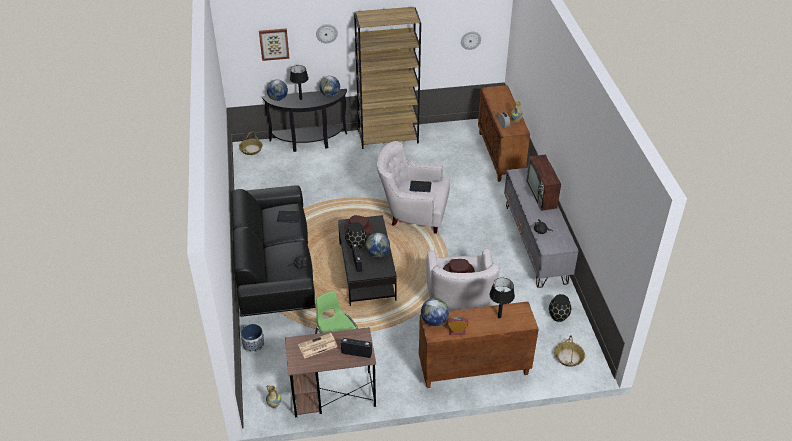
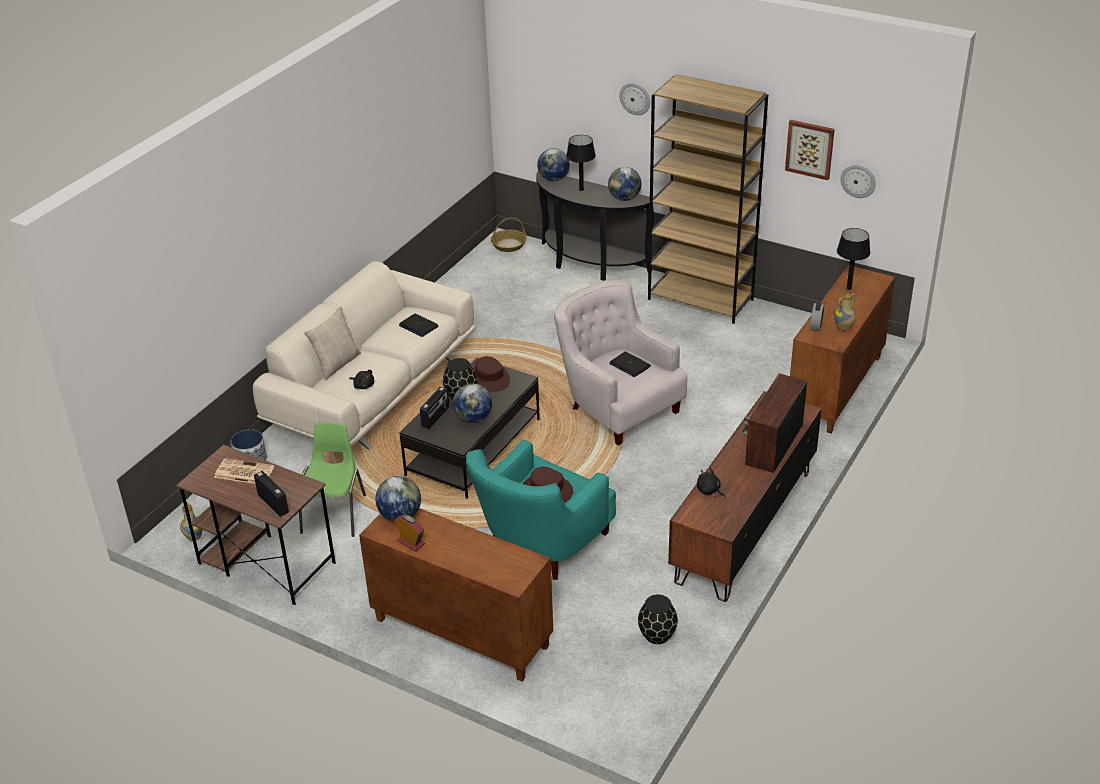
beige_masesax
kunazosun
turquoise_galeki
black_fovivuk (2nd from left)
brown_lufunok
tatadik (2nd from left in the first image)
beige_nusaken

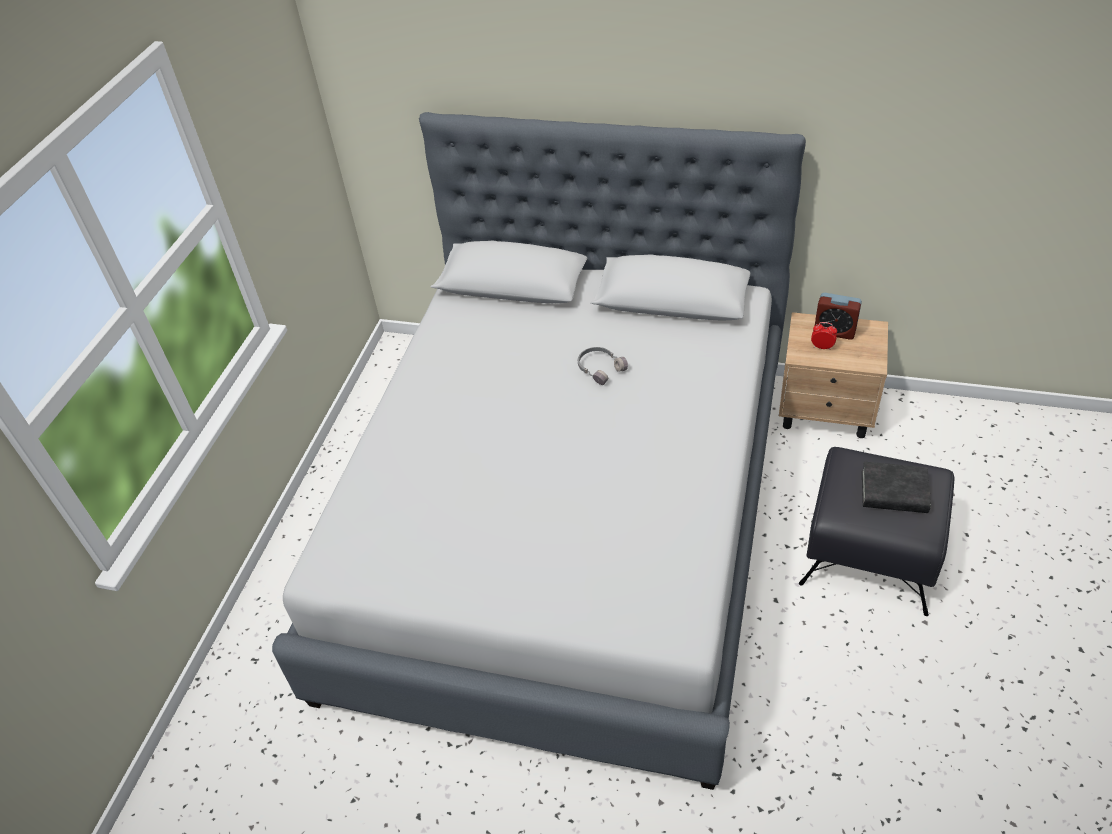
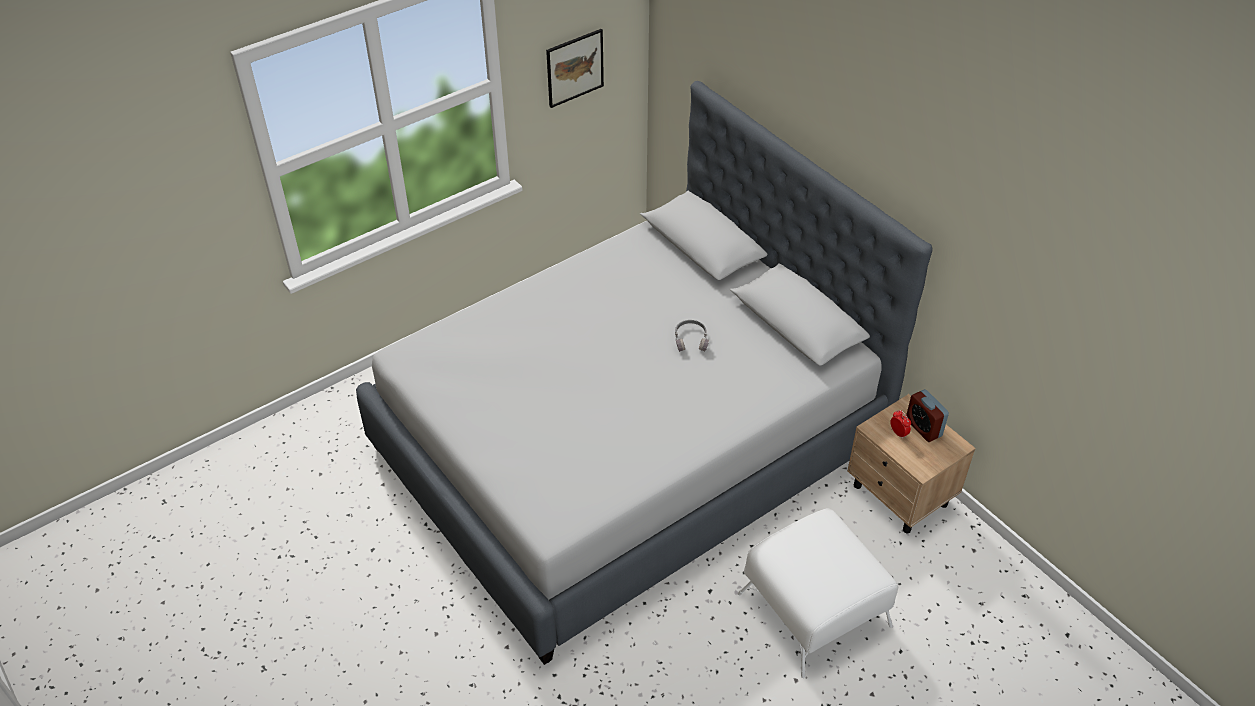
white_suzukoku
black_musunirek
kunazosun

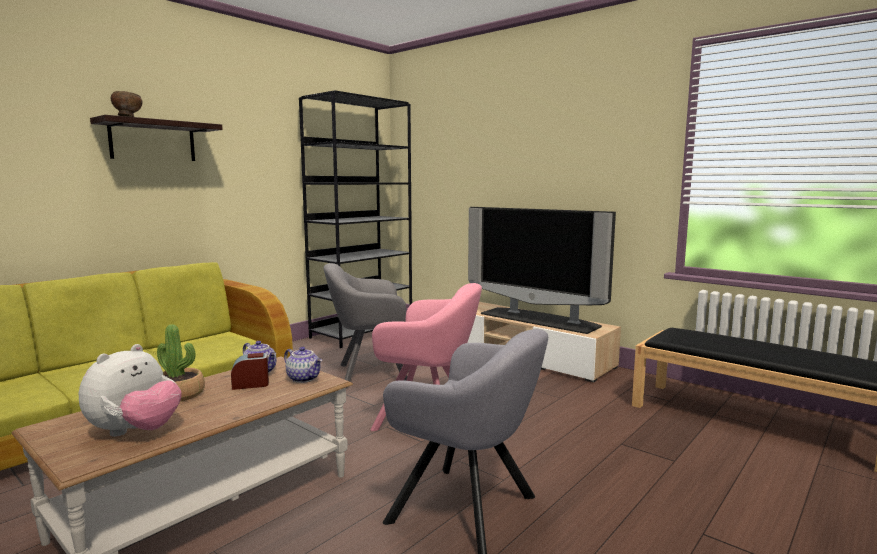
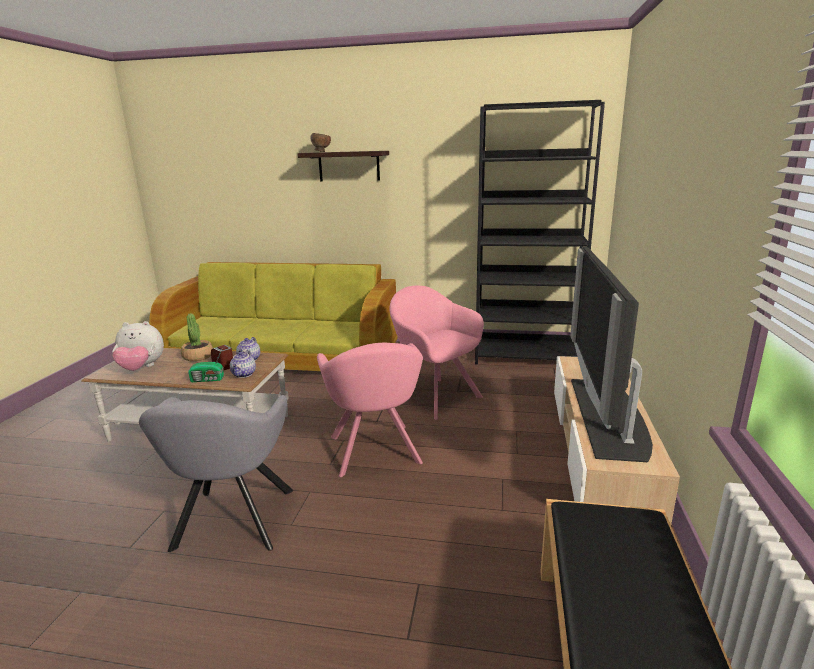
pink_galeki (2nd from left)
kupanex

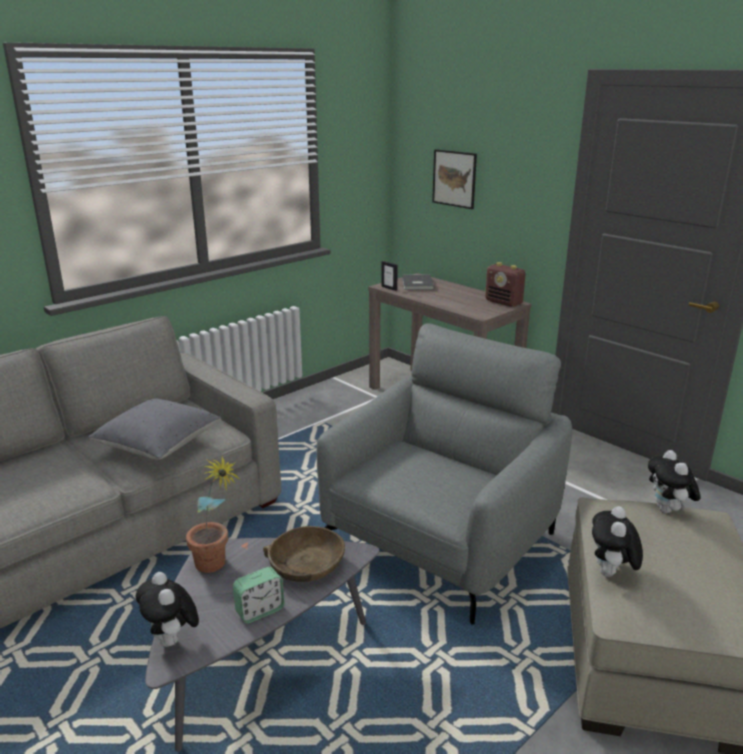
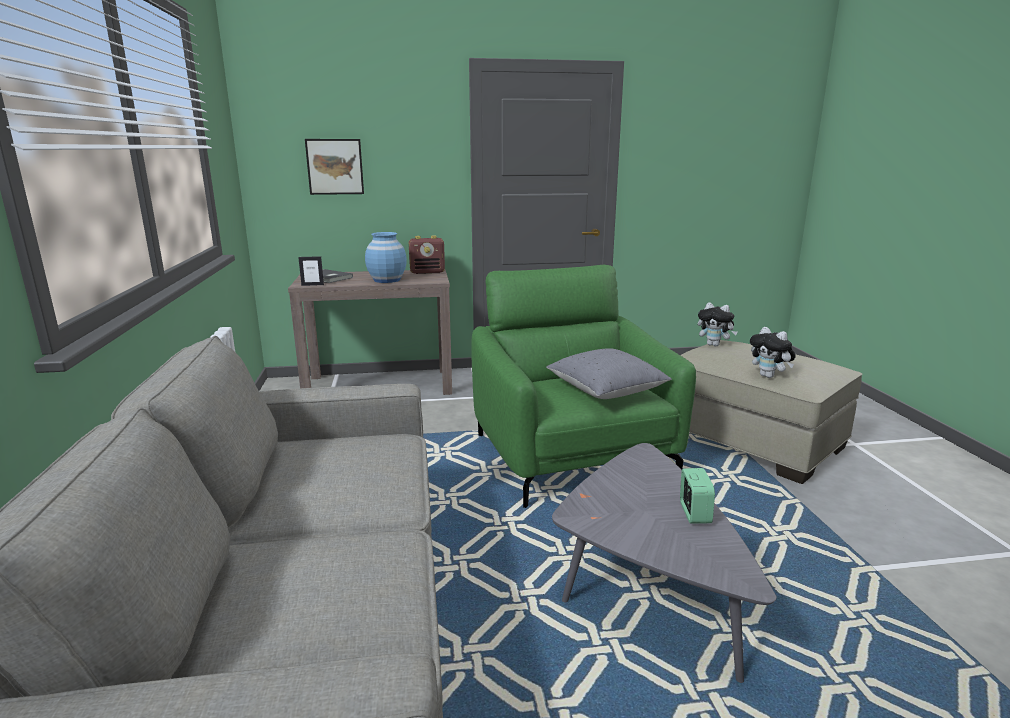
grey_nusaken
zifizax (1st from left in the first image)
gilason
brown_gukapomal
green_galeki
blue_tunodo

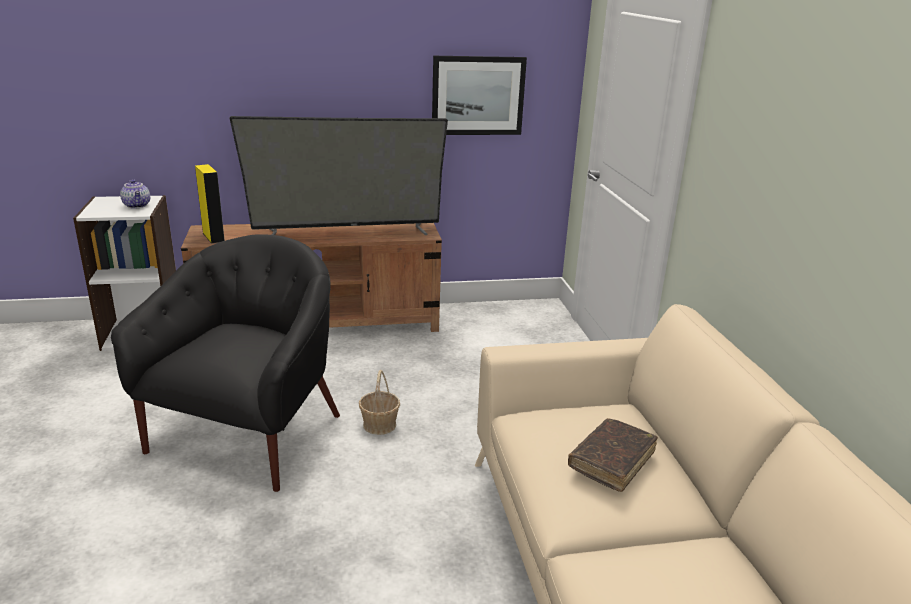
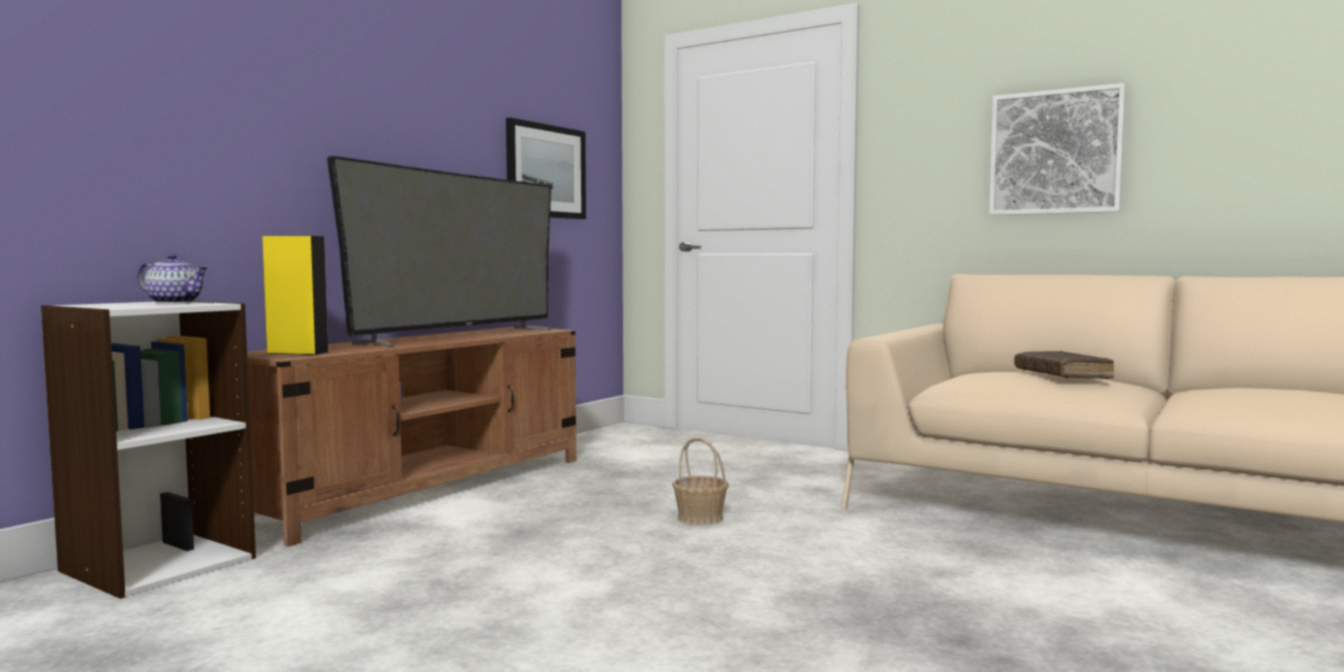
black_galeki
kunazosun (2nd from left)

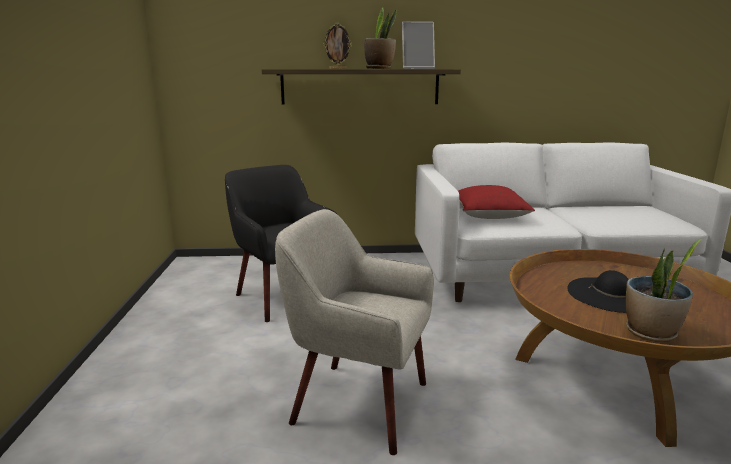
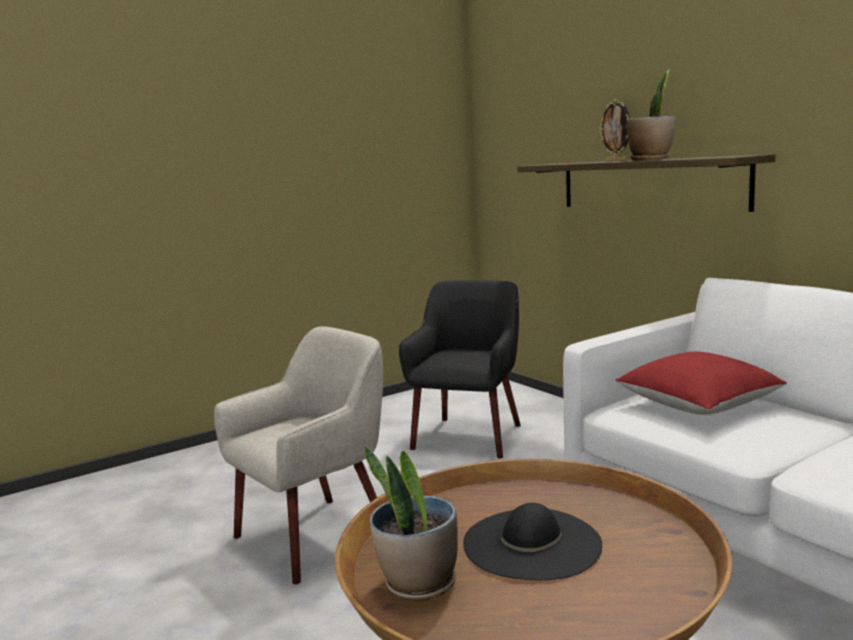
beige_galeki
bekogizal (2nd from left in the first image)

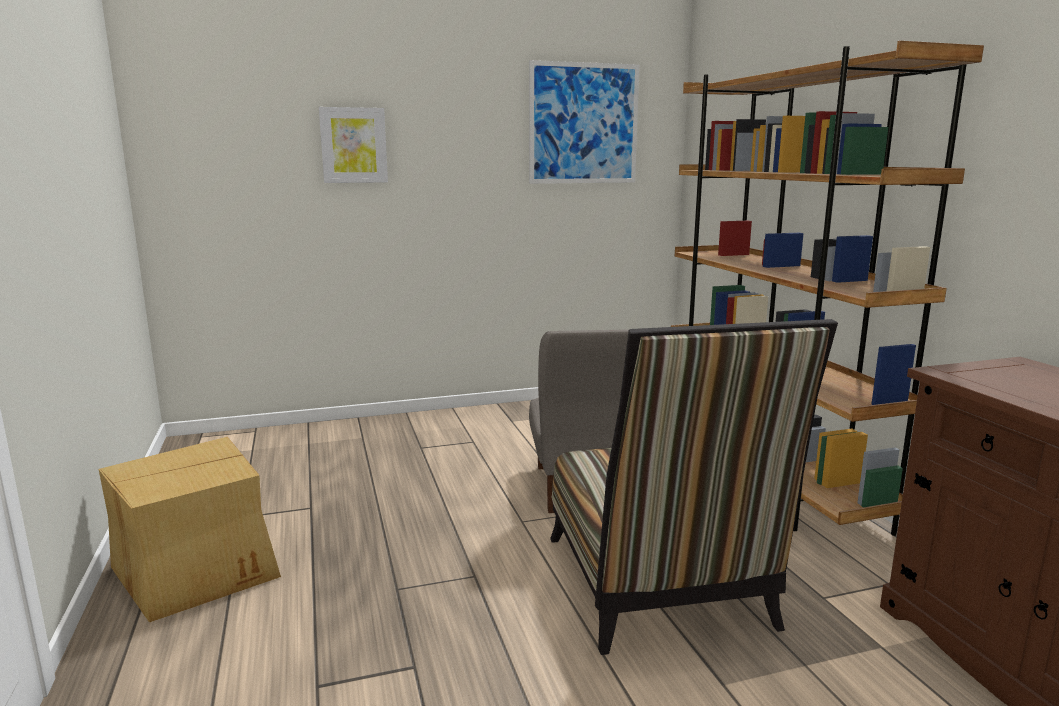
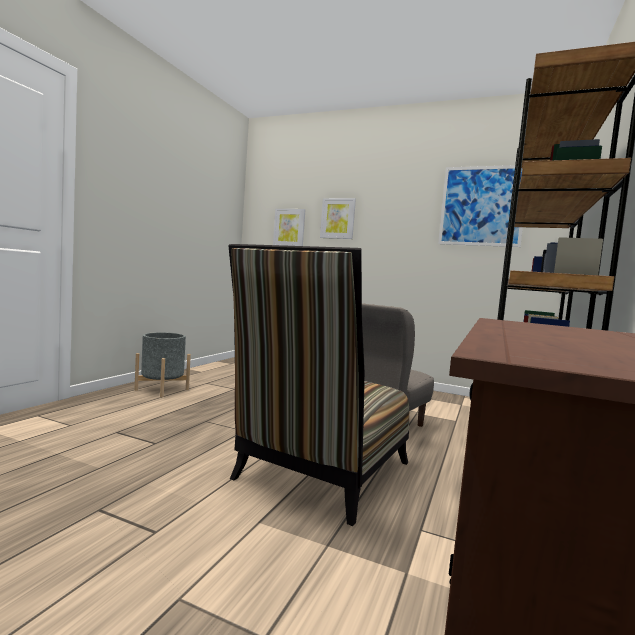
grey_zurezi
kunazosun (1st from left)

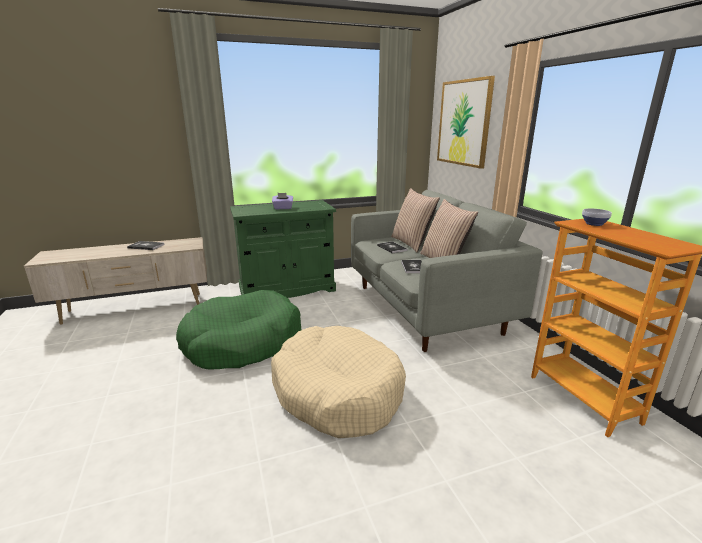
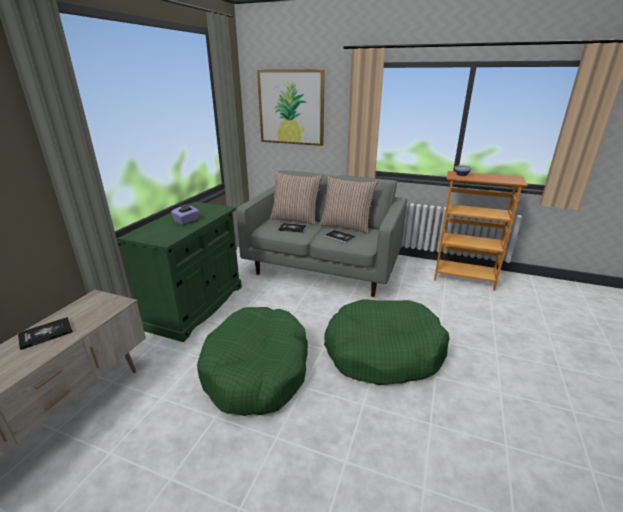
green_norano (2nd from left)

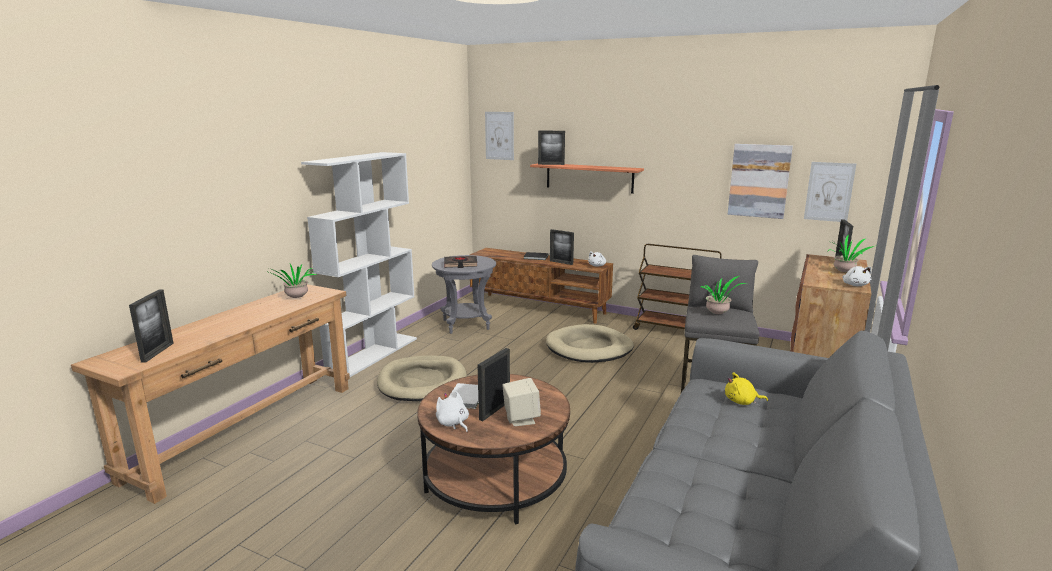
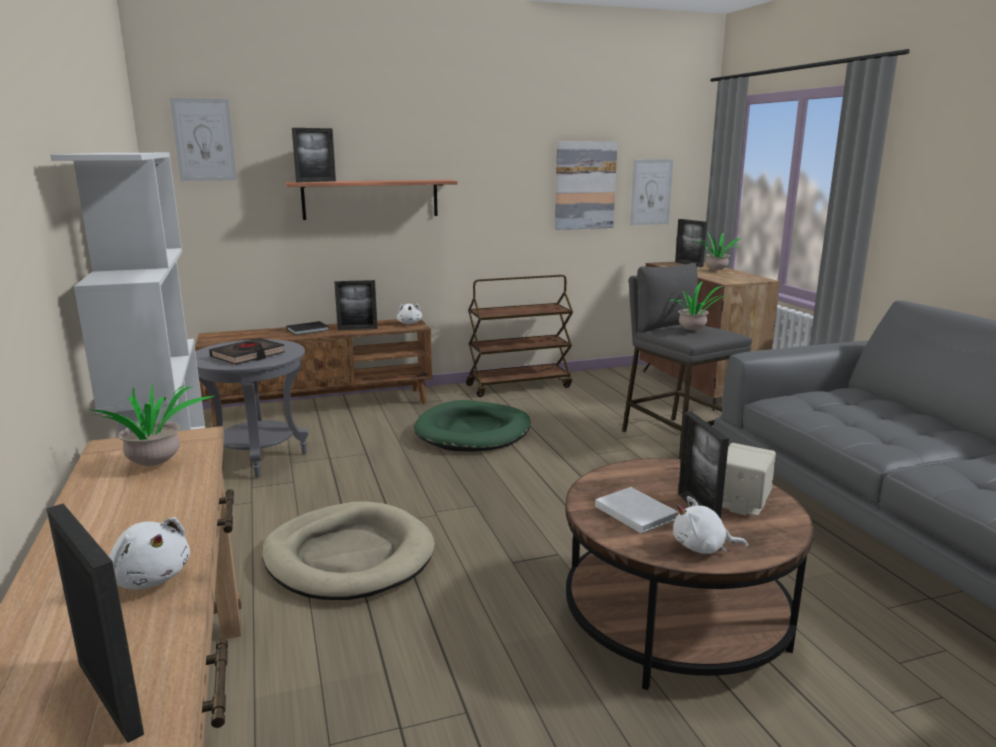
green_norano
yellow_zifizax
white_zifizax (1st from left)

